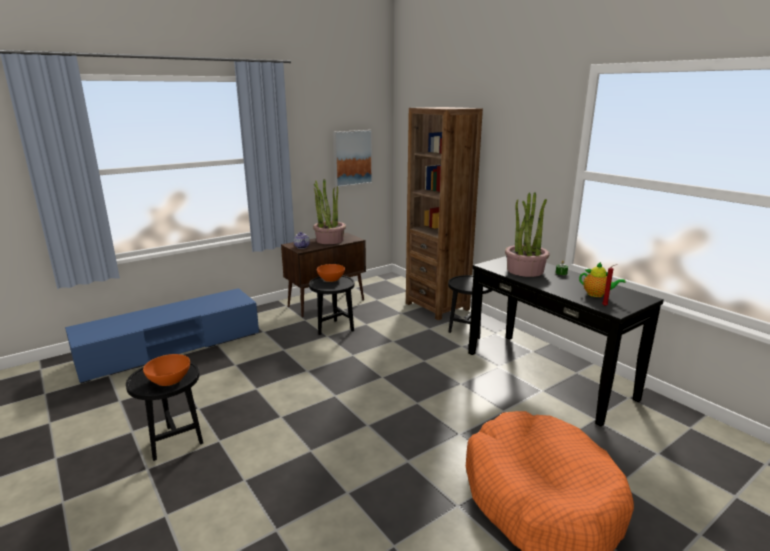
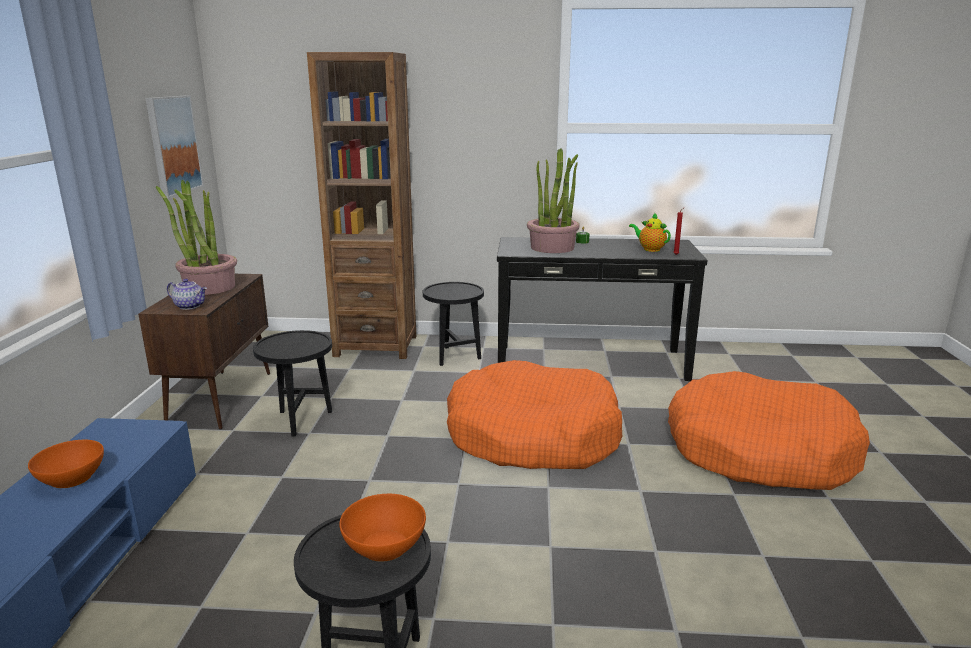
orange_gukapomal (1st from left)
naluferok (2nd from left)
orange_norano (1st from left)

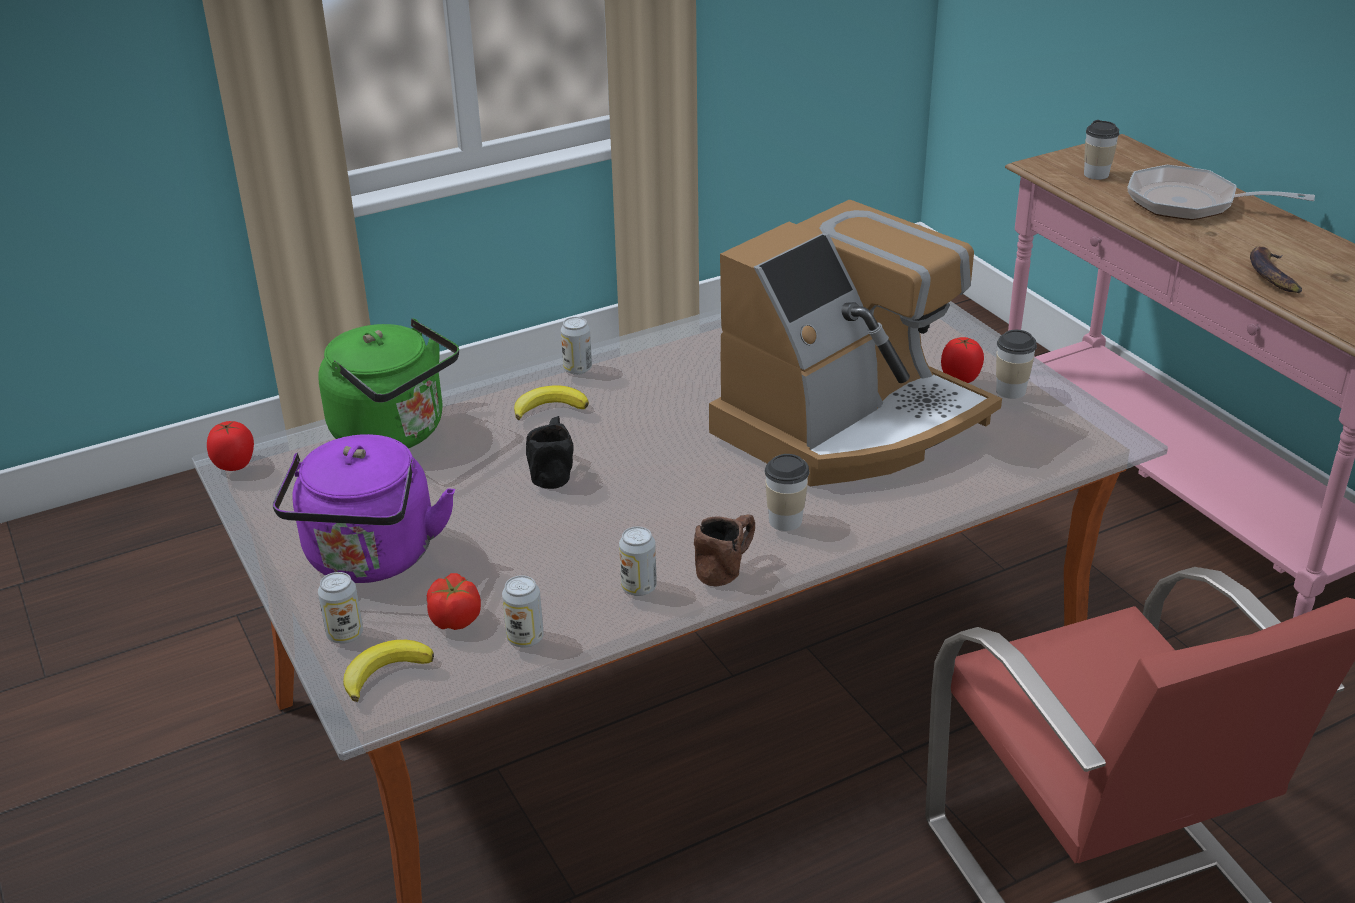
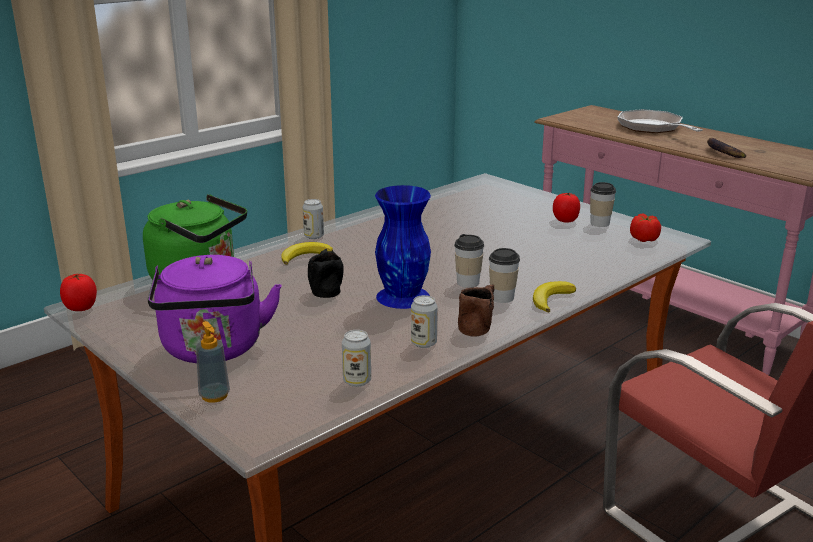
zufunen
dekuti (2nd from left)
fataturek (3rd from left)
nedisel
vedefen (1st from left)
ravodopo
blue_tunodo

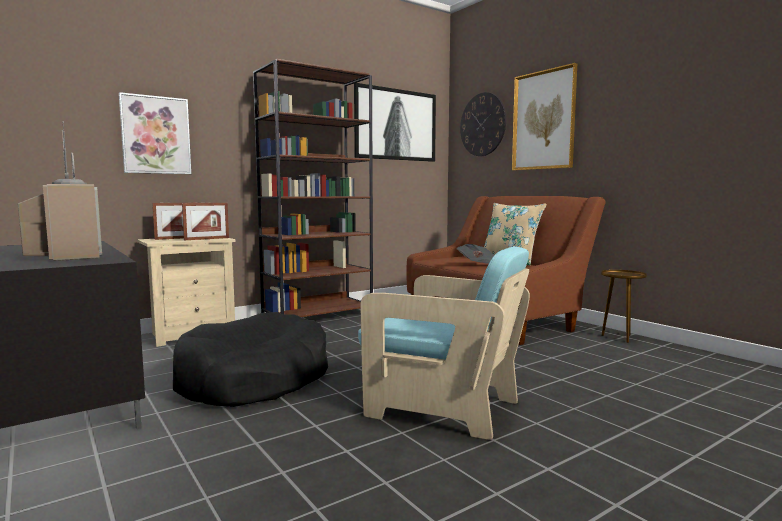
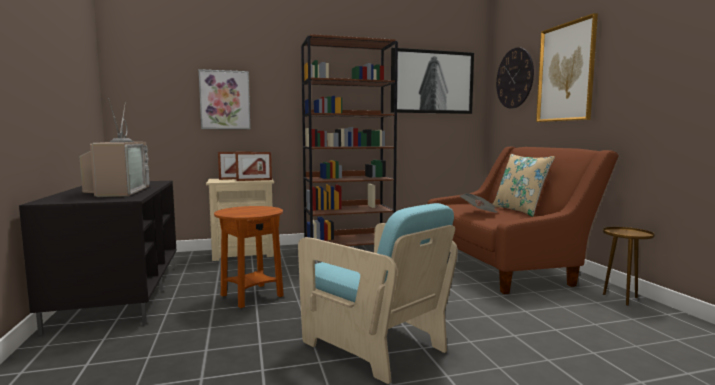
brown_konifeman (1st from left)

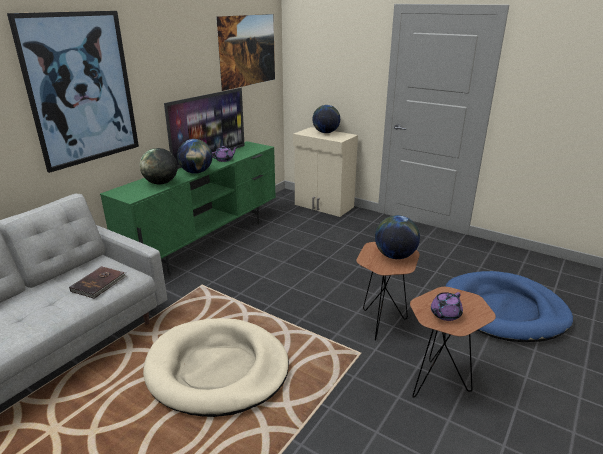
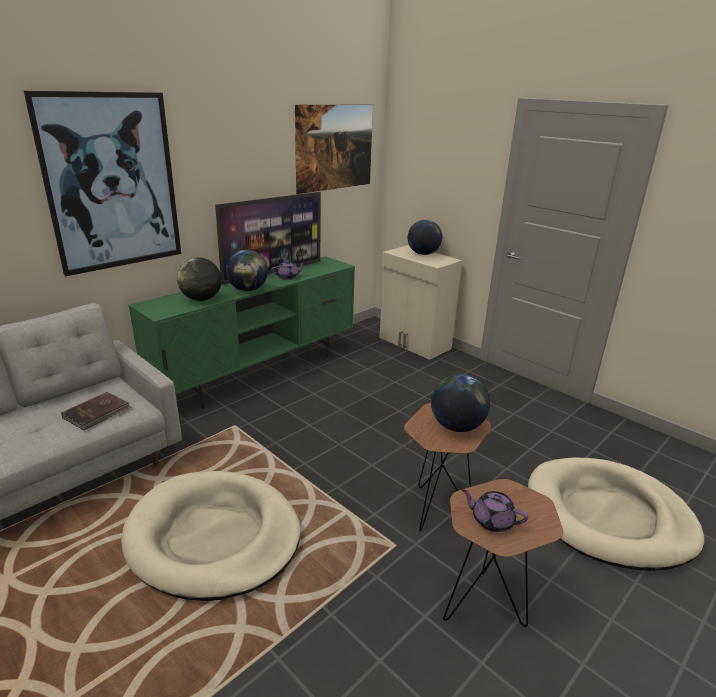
purple_naluferok (2nd from left)
beige_norano (2nd from left)

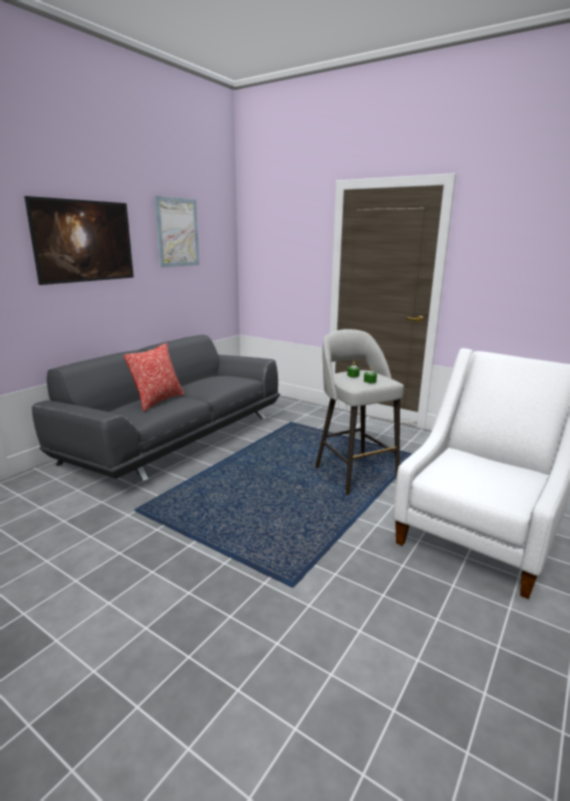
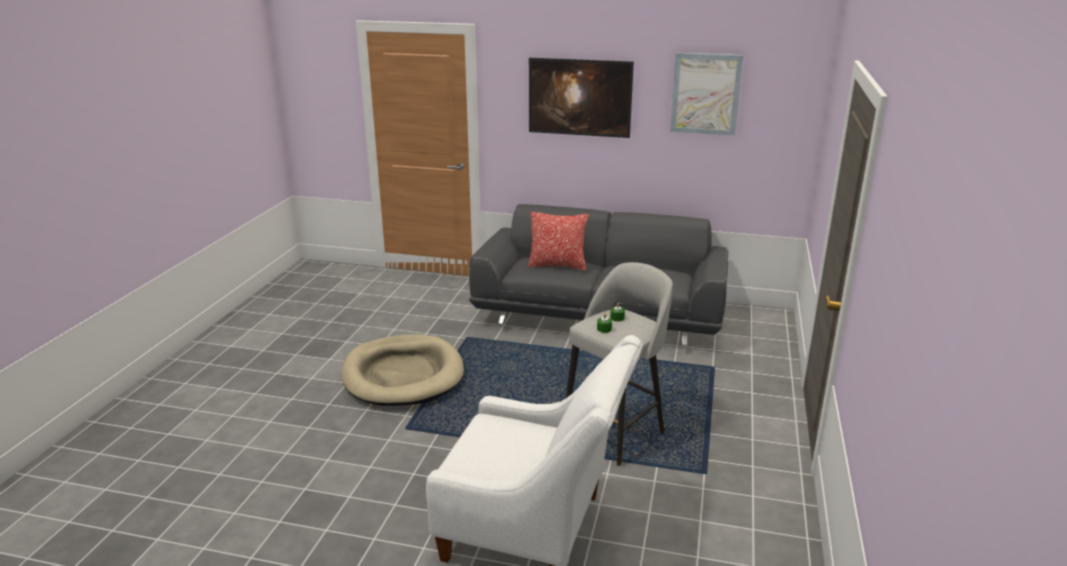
beige_norano

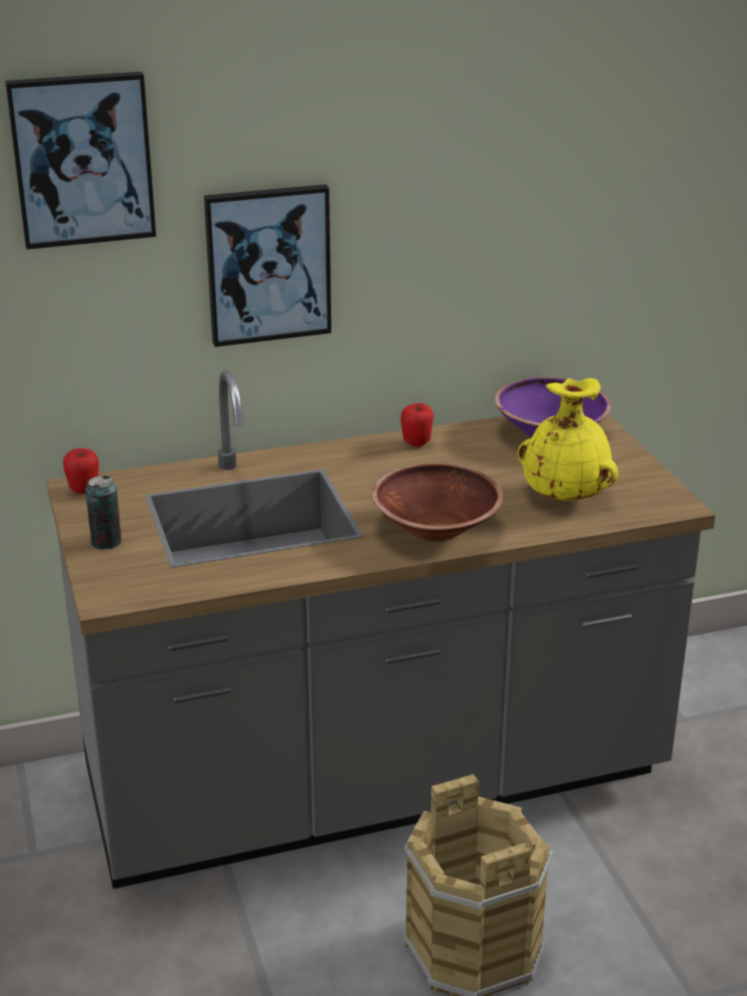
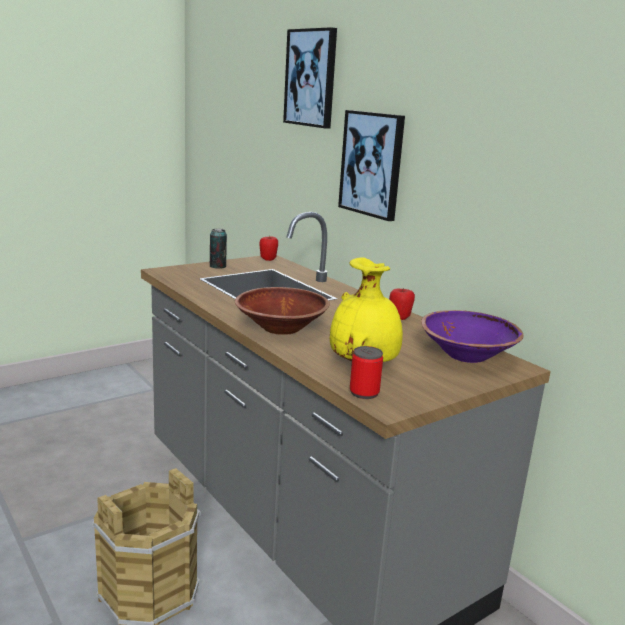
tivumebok (2nd from left)

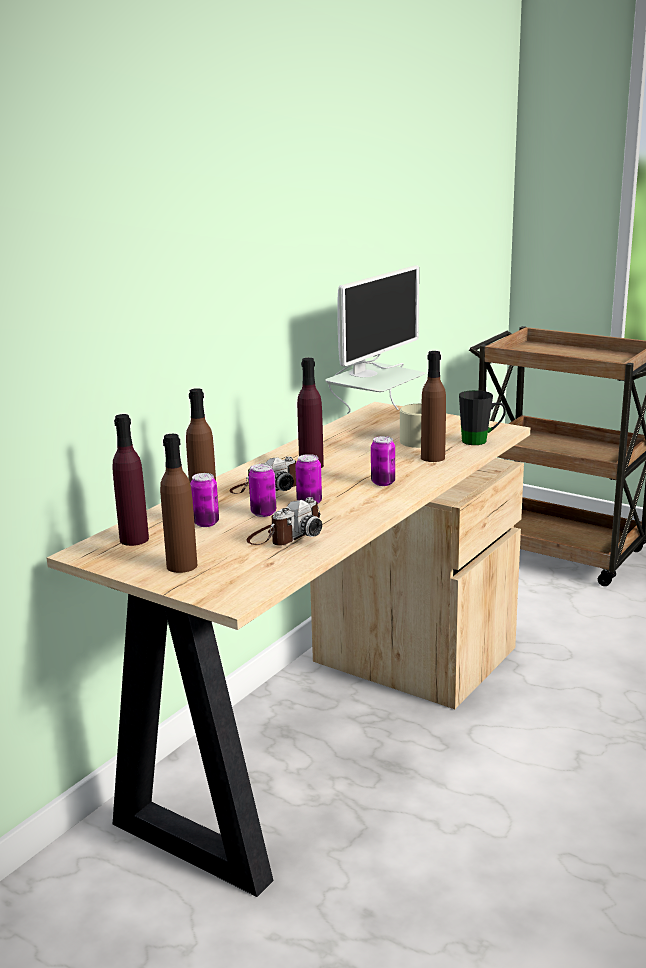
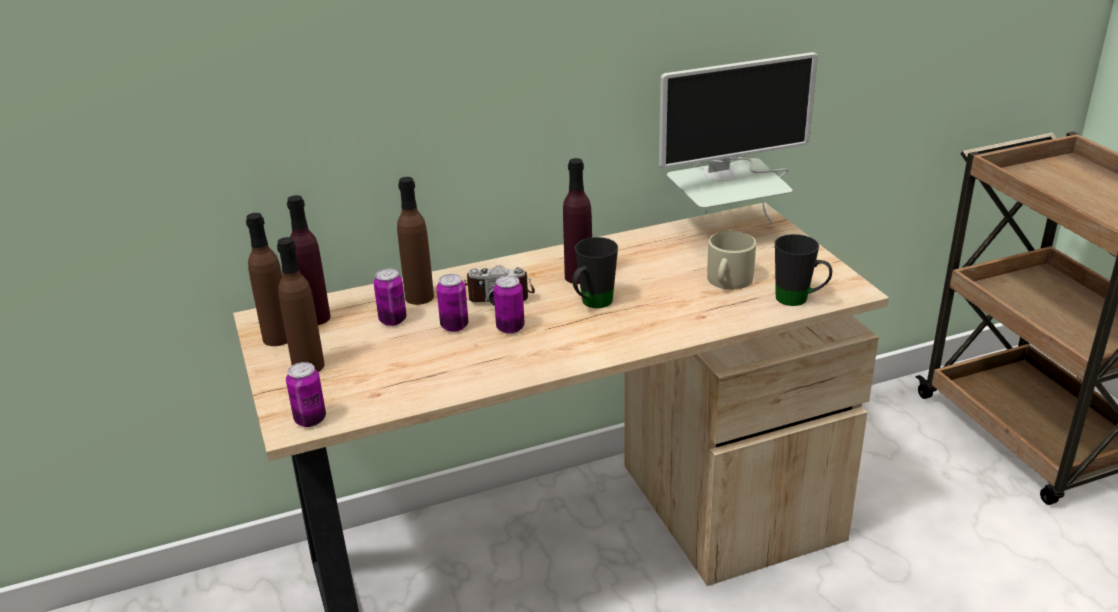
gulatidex (2nd from left in the first image)
tivumebok (1st from left)
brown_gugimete (1st from left)
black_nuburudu (1st from left)

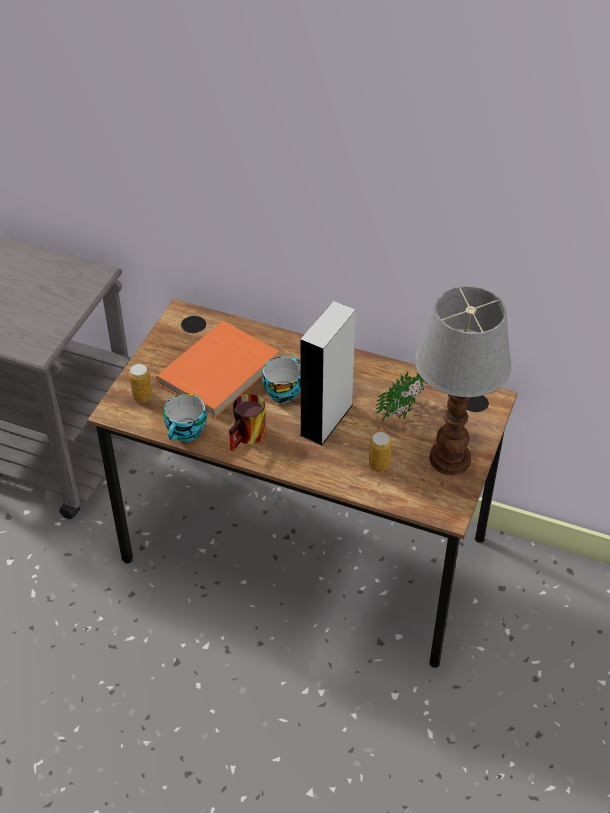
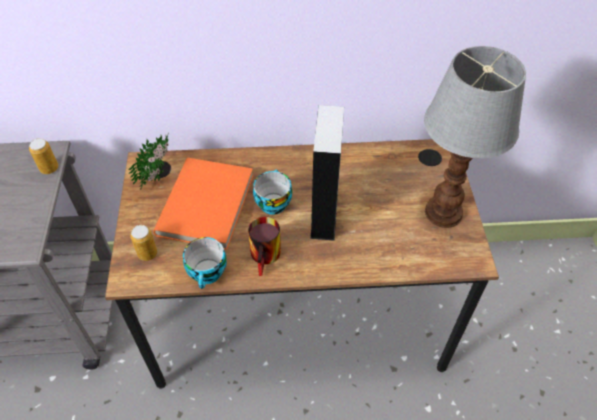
tivumebok (1st from left)
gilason

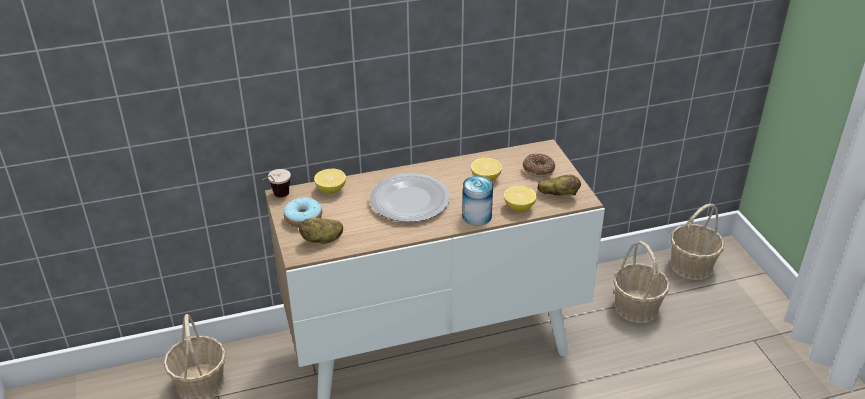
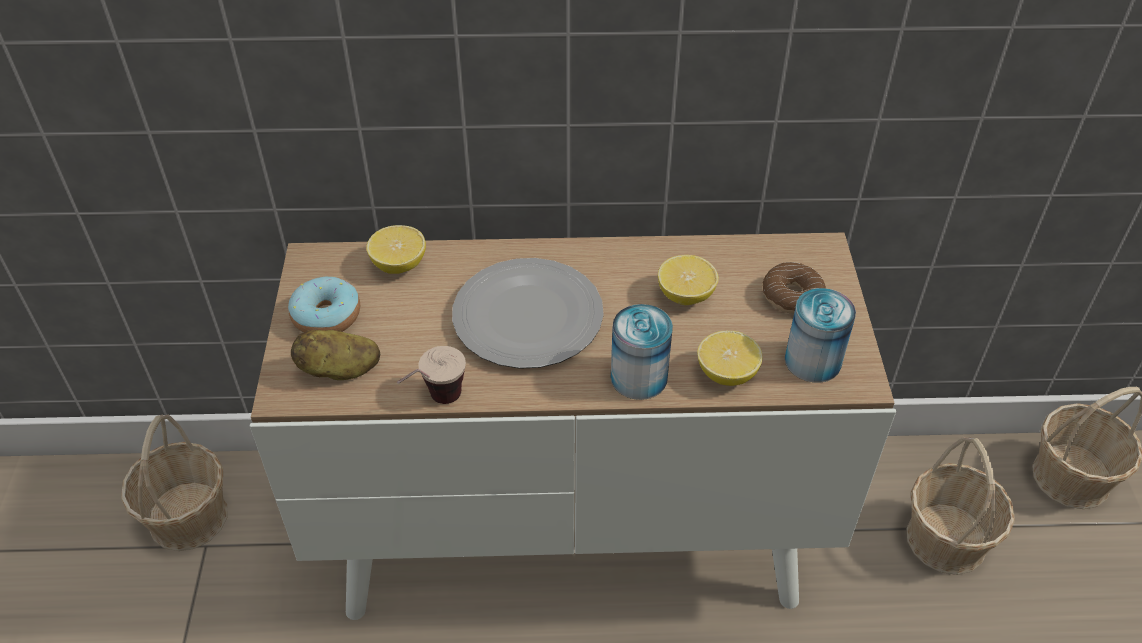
vedefen
tivumebok (2nd from left)

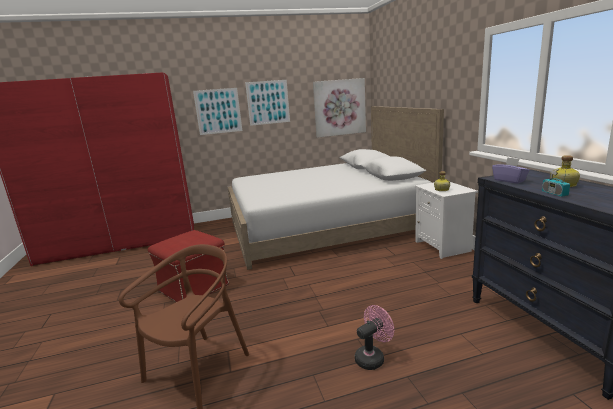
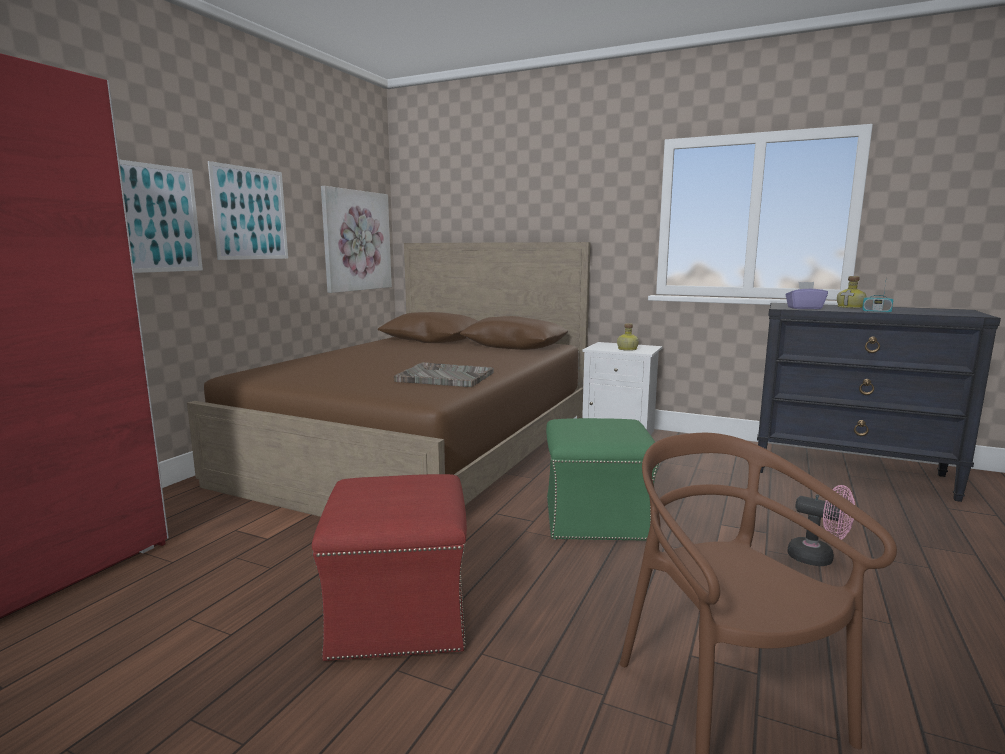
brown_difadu
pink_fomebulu
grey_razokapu
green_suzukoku

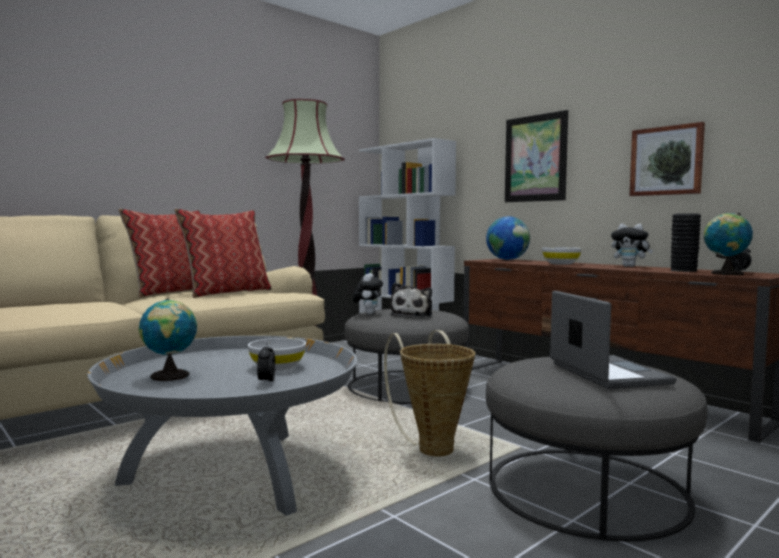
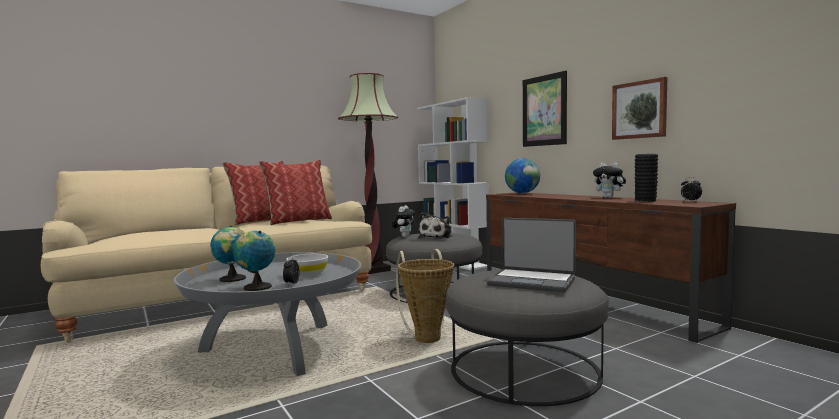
white_gukapomal (2nd from left in the first image)
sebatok
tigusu (2nd from left)

